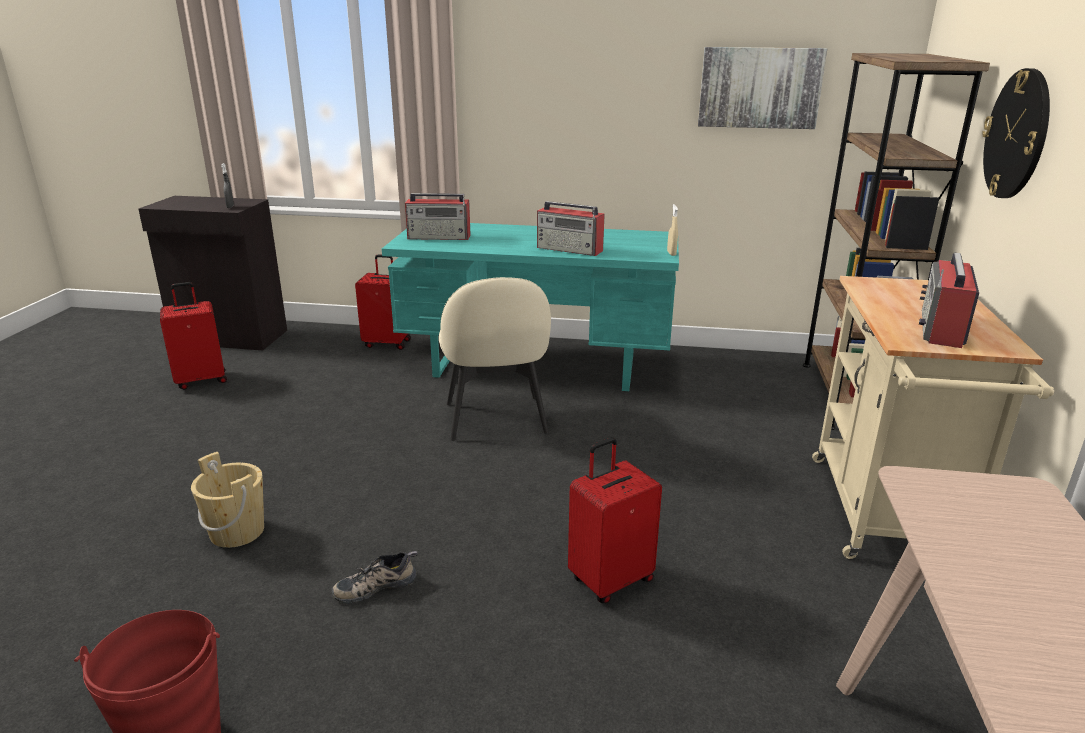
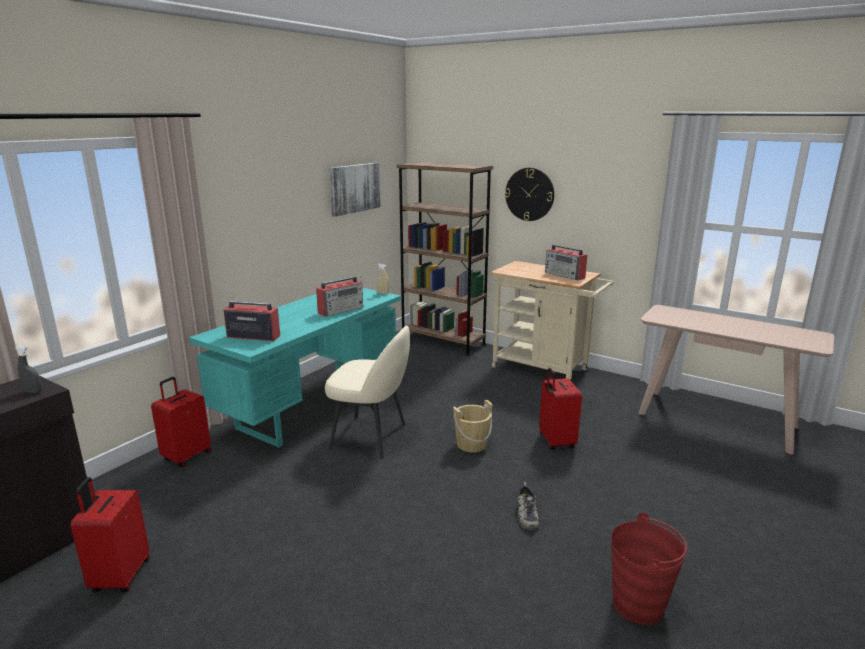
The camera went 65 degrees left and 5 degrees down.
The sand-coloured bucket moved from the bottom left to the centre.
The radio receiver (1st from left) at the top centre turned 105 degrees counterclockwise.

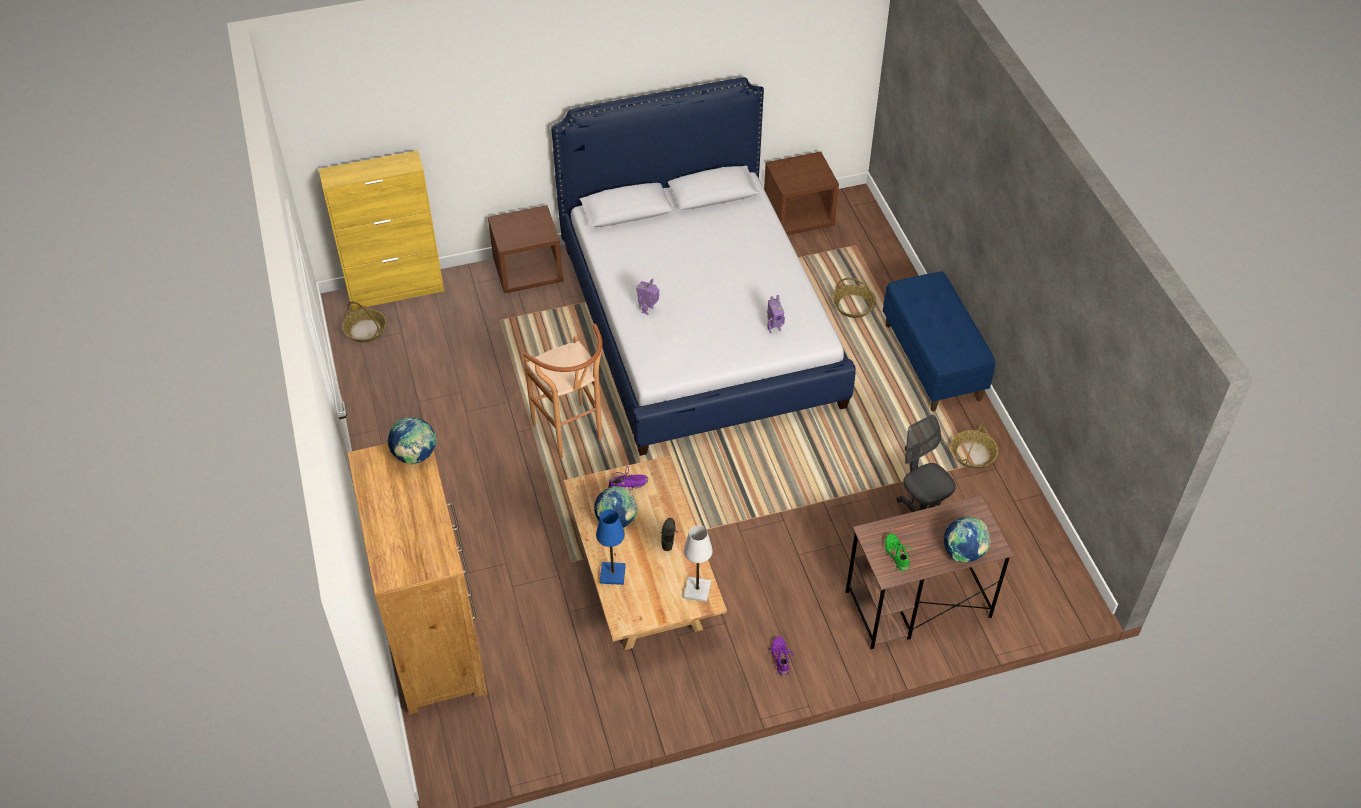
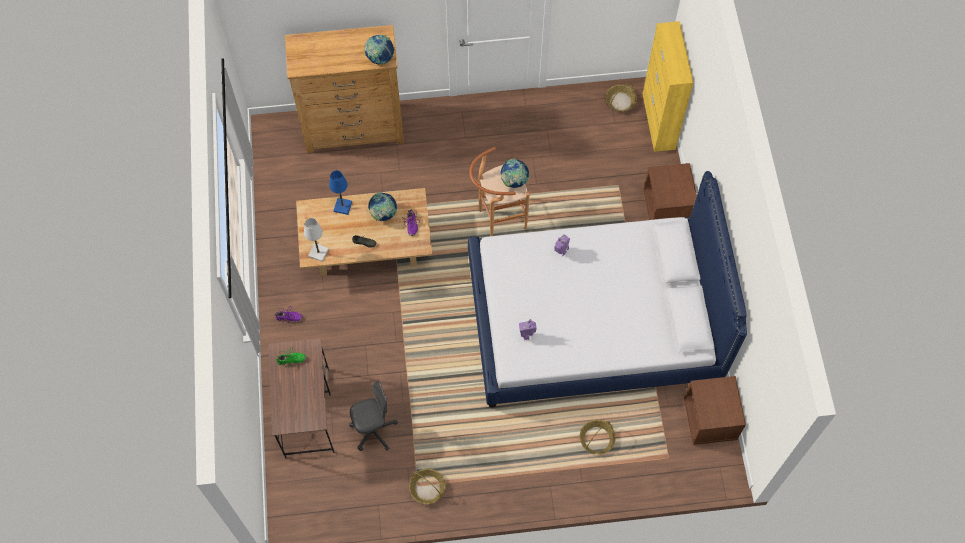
The camera went 100 degrees right and 15 degrees up.
The bluish bench at the middle right disappeared.
The world globe (3rd from left) moved from the bottom right to the top centre.

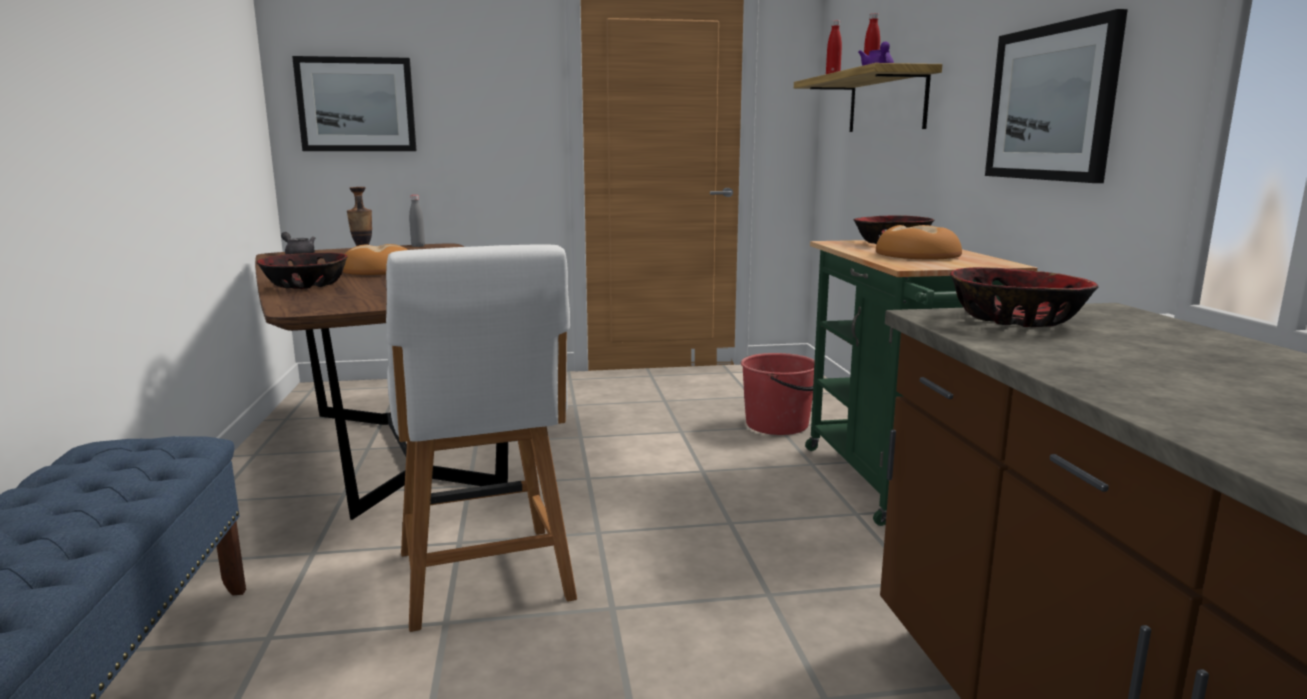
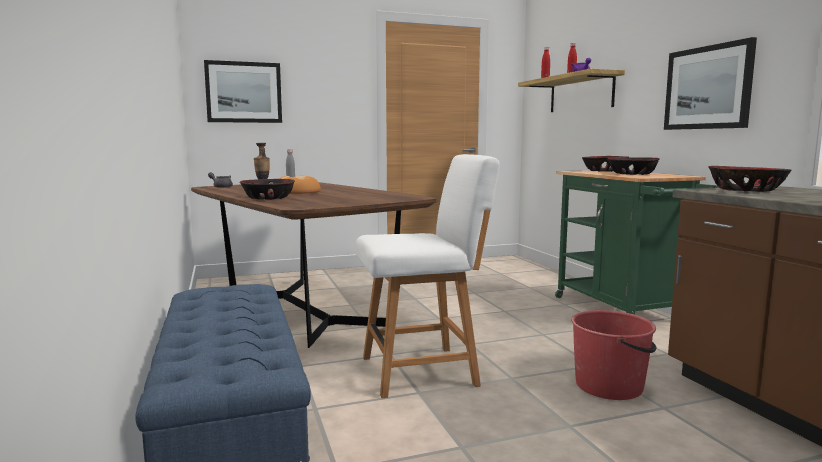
The camera went 10 degrees left and 5 degrees down.
The white-coloured chair at the centre turned 75 degrees counterclockwise.
The reddish bucket moved from the centre to the bottom right.
The bakery bread (2nd from left) at the middle right was replaced by the bowl (3rd from left) at the middle right.

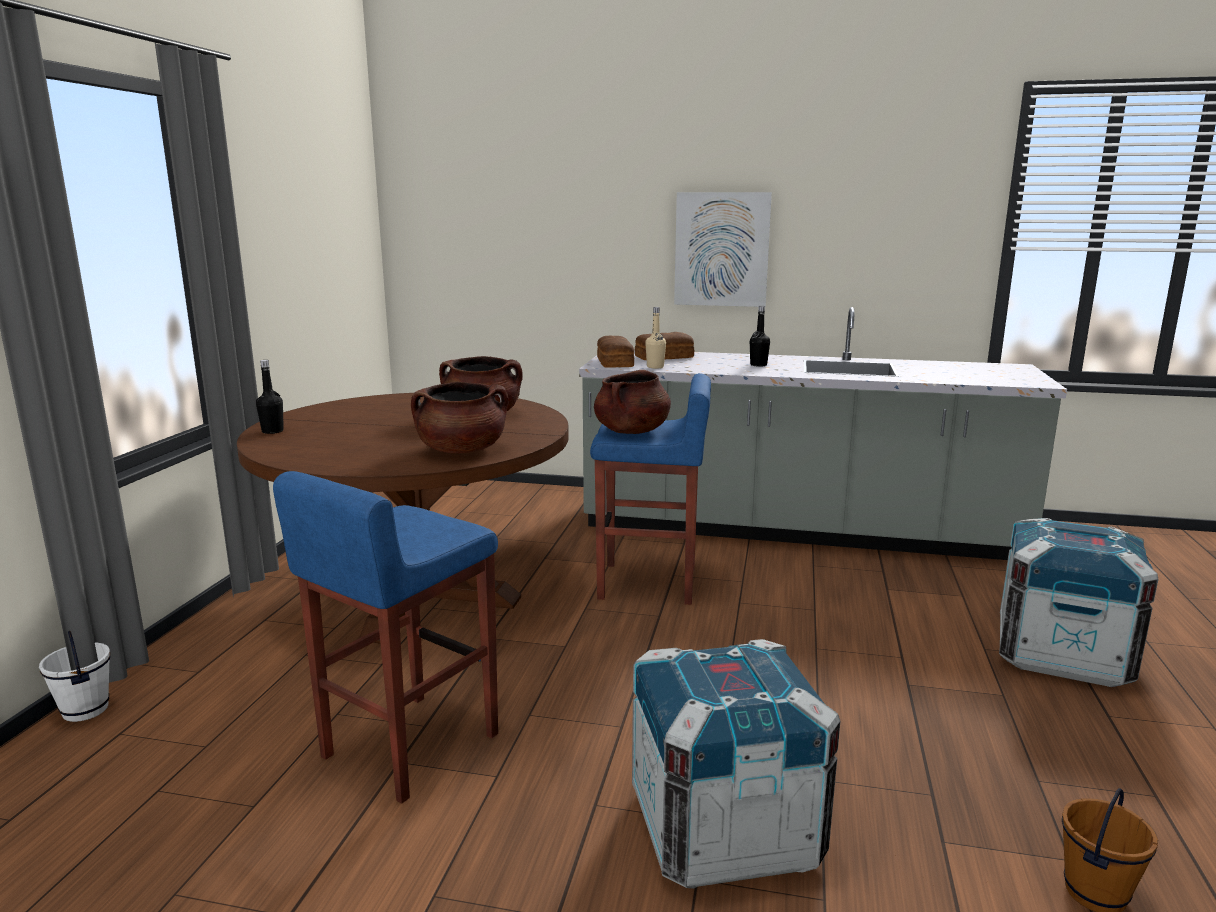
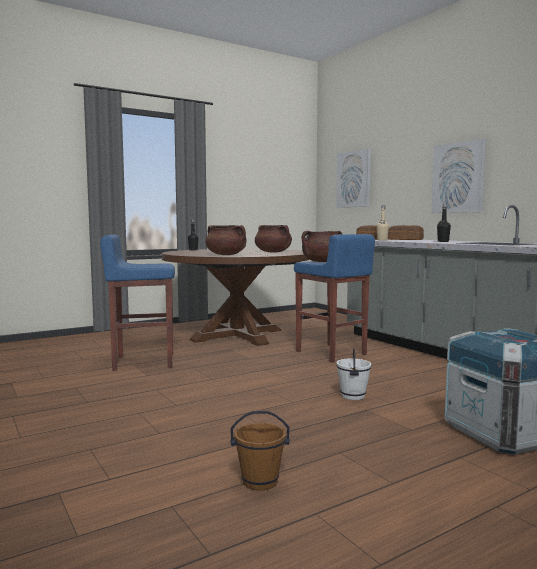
The camera went 45 degrees right and 10 degrees down.
The white-coloured bucket moved from the bottom left to the centre.
The packing crate (1st from left) at the bottom centre disappeared.
The wall picture (1st from left) at the top centre appeared.

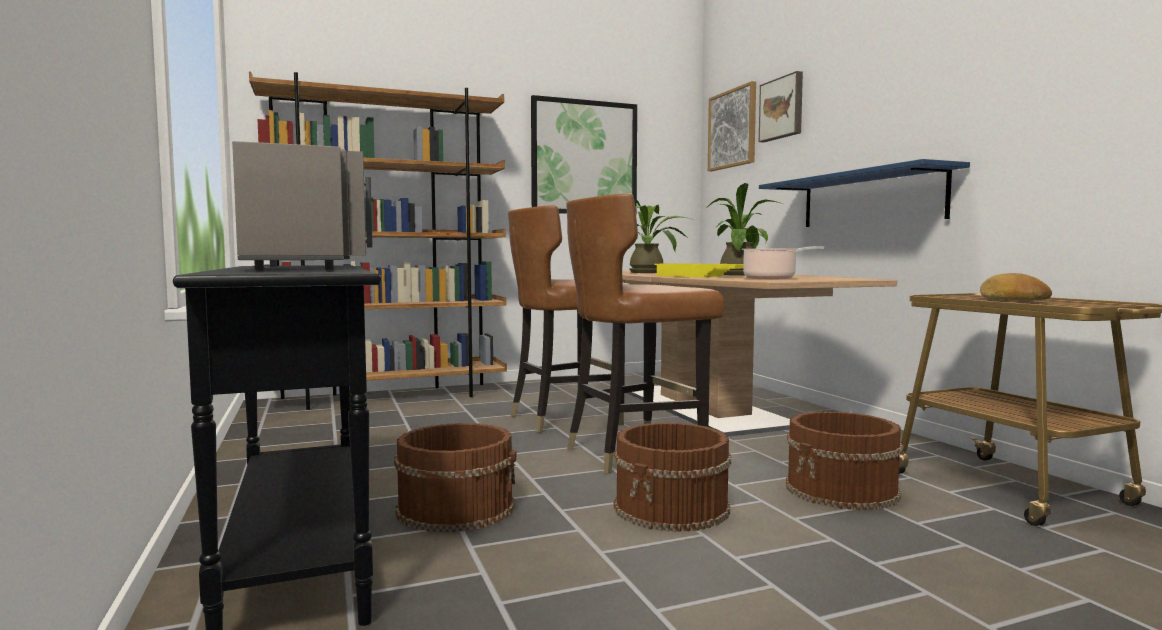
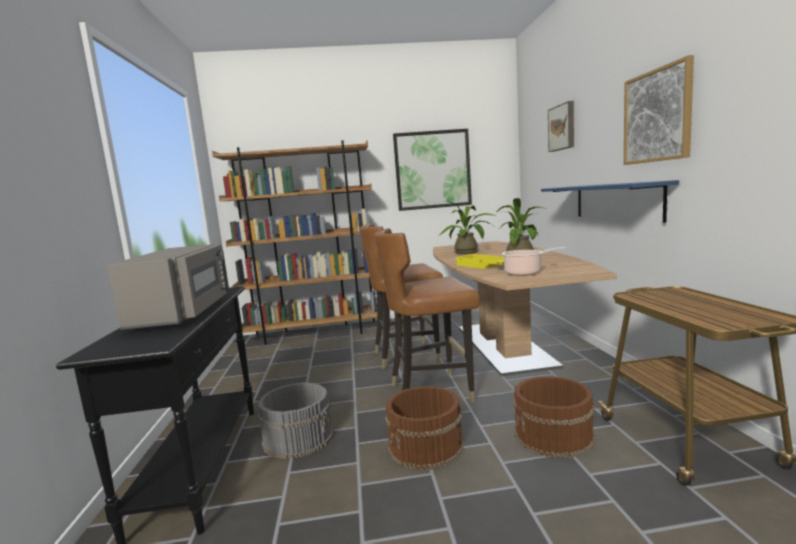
The camera went 15 degrees right and 5 degrees up.
The brown-coloured bucket (1st from left) at the bottom centre became the grey bucket at the bottom centre.
The wall picture (2nd from left in the first image) moved from the top centre to the top right.
The bakery bread at the middle right disappeared.

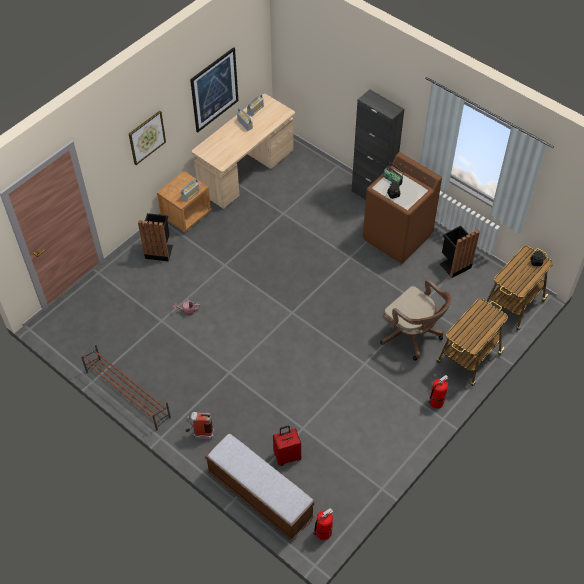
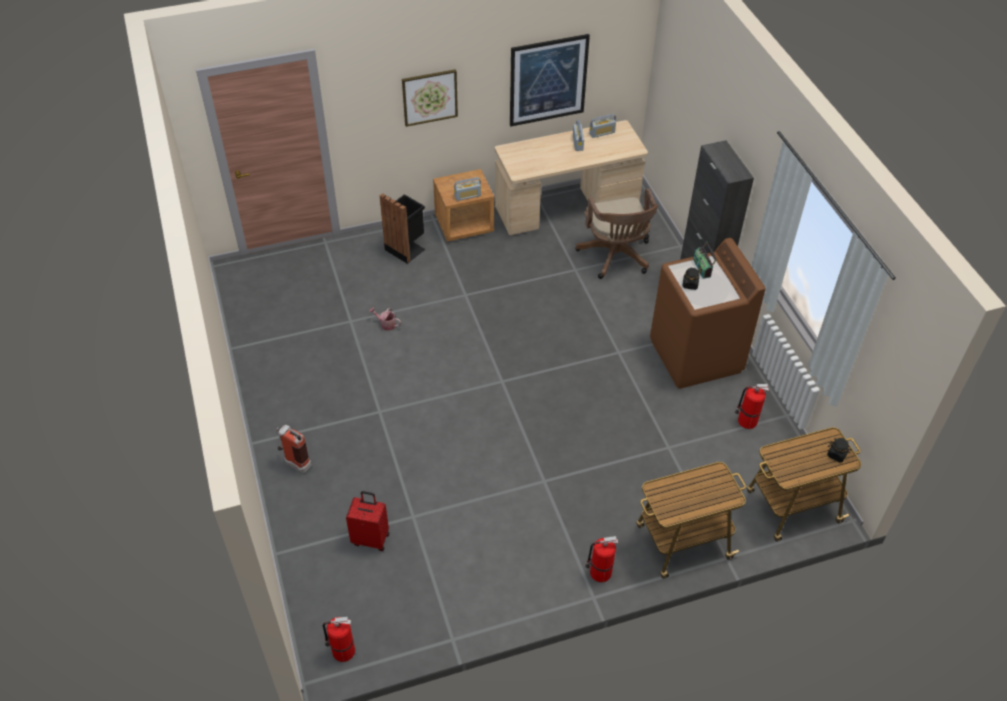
The camera went 30 degrees right and 5 degrees down.
The brown-coloured shoe stand at the middle left disappeared.
The bench at the bottom centre disappeared.
The brown-coloured desk chair moved from the middle right to the top centre.
The black-coloured waste bin (2nd from left) at the middle right was replaced by the extinguisher (4th from left) at the middle right.

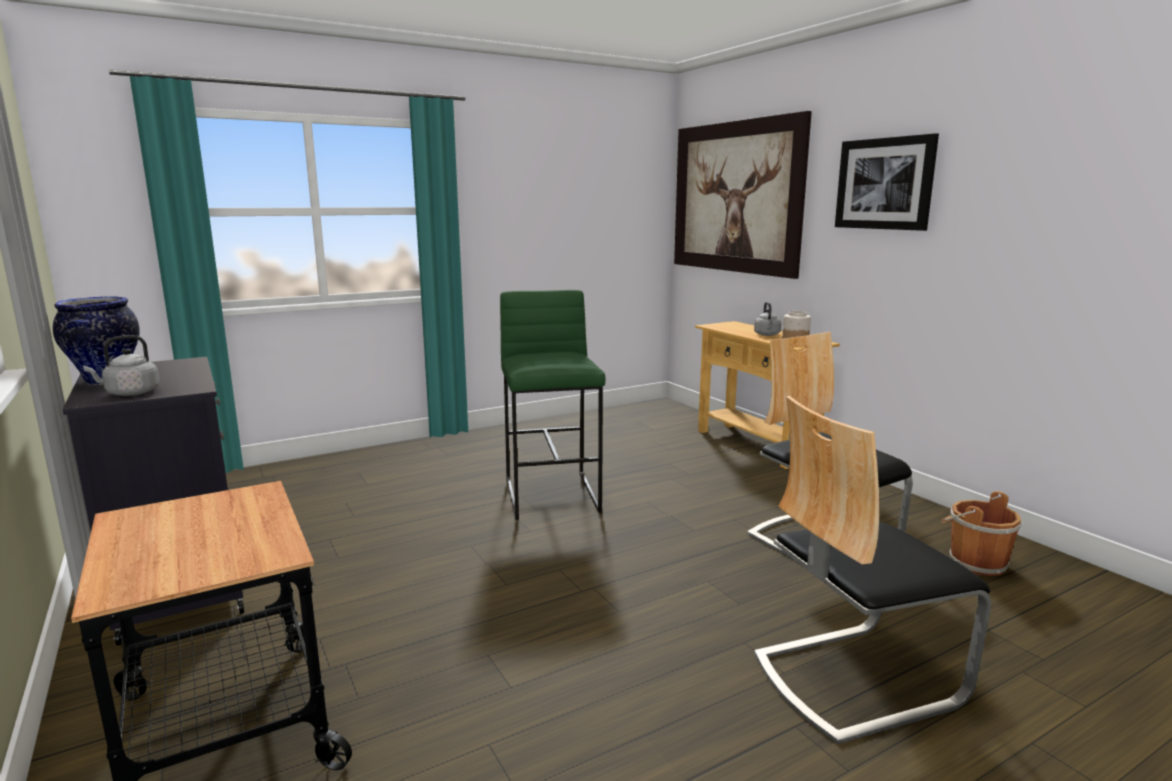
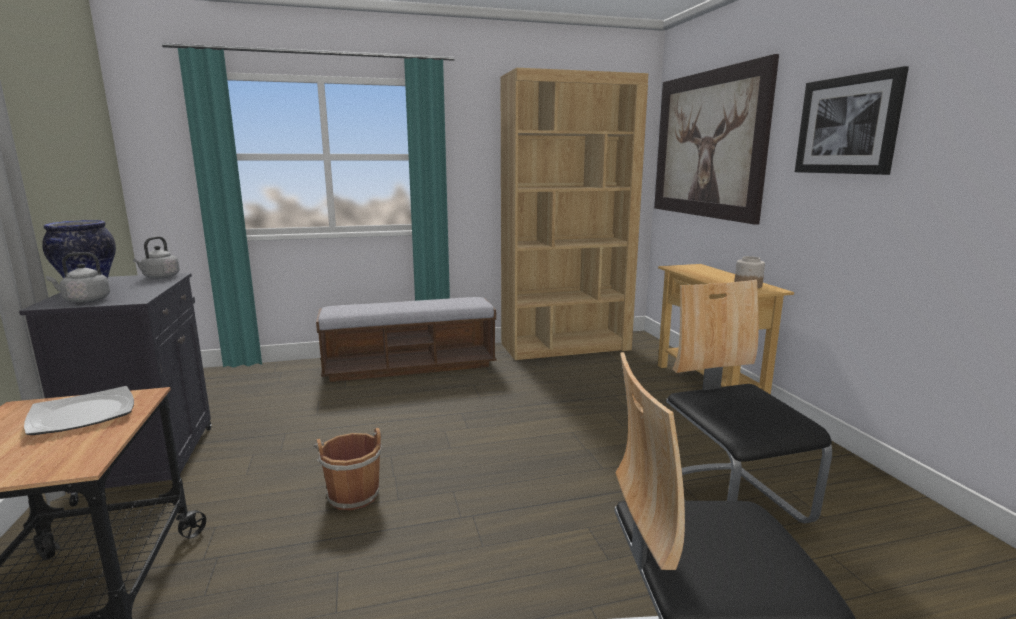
The camera went 15 degrees right and 0 degrees up.
The green-coloured sitting stool at the centre disappeared.
The grey tea kettle (2nd from left) moved from the centre to the middle left.
The brown-coloured bucket moved from the bottom right to the bottom centre.
The dinner plate at the middle left appeared.
The bench at the centre appeared.
The brown-coloured bookcase at the centre appeared.

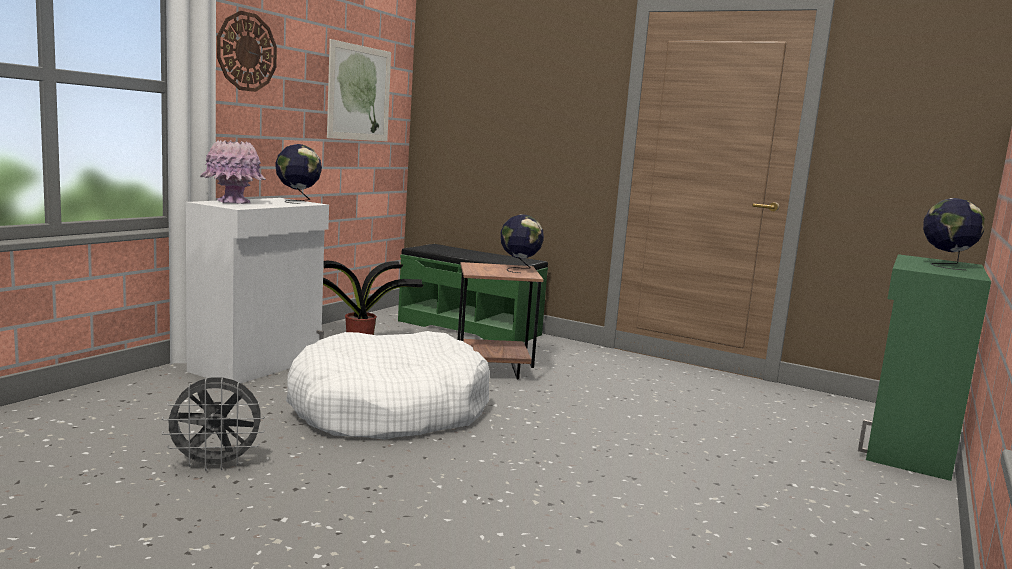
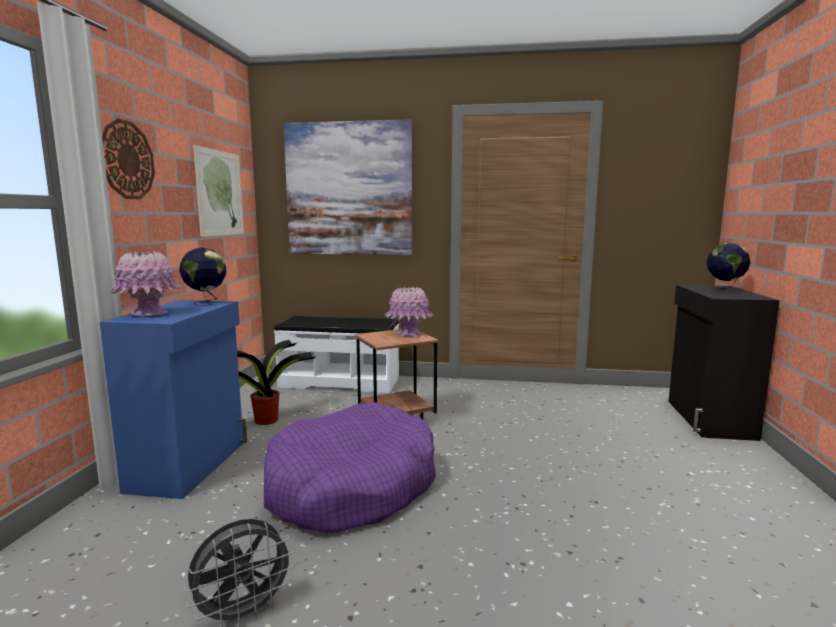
The camera went 20 degrees left and 0 degrees up.
The white-coloured storage cabinet at the middle left became the bluish storage cabinet at the middle left.
The white-coloured dog bed at the bottom centre became the purplish dog bed at the bottom centre.
The green-coloured bench at the centre became the white-coloured bench at the centre.
The world globe (2nd from left) at the centre was replaced by the pinkish decorative vase (2nd from left) at the centre.
The green-coloured storage cabinet at the middle right became the black-coloured storage cabinet at the middle right.
The wall picture (2nd from left) at the top centre appeared.

